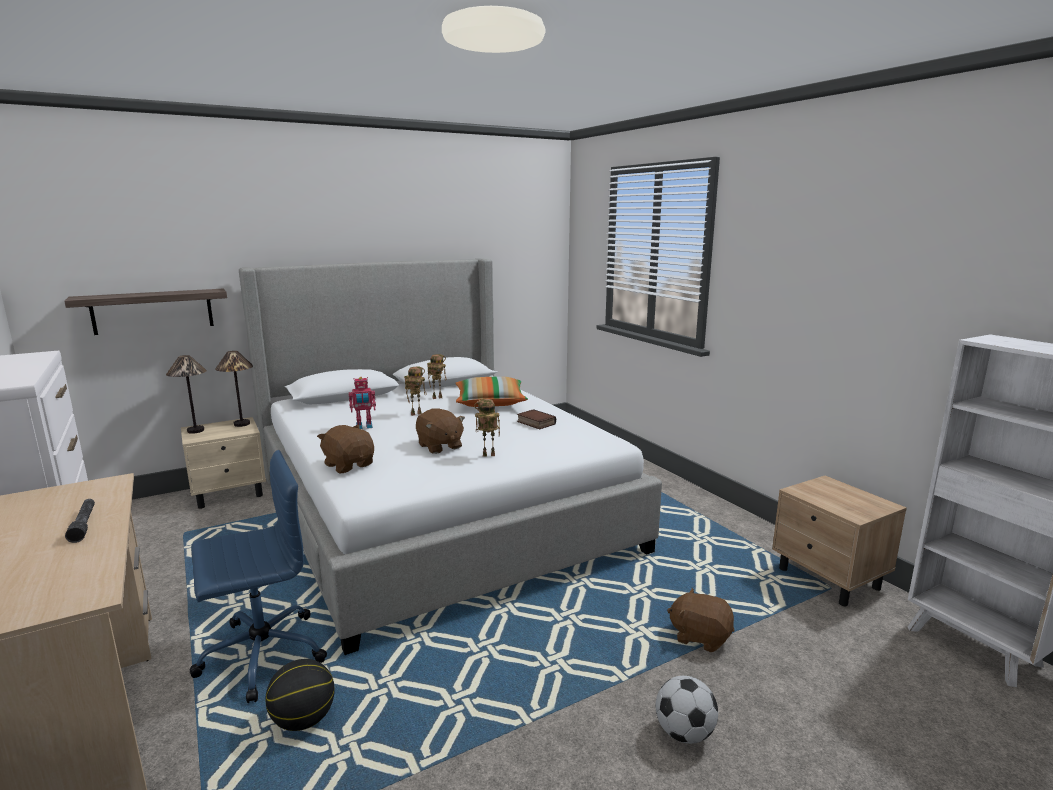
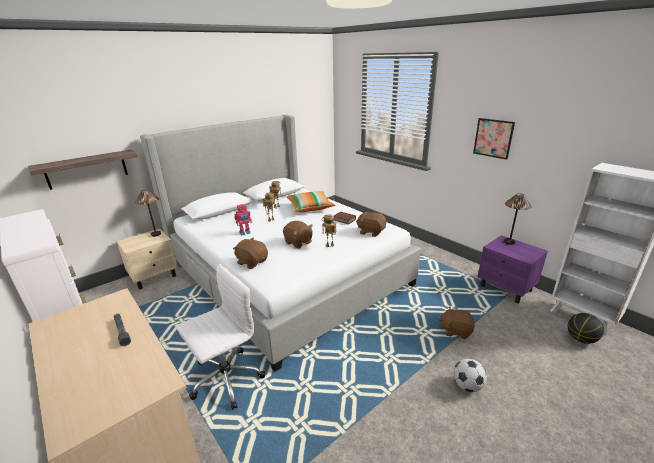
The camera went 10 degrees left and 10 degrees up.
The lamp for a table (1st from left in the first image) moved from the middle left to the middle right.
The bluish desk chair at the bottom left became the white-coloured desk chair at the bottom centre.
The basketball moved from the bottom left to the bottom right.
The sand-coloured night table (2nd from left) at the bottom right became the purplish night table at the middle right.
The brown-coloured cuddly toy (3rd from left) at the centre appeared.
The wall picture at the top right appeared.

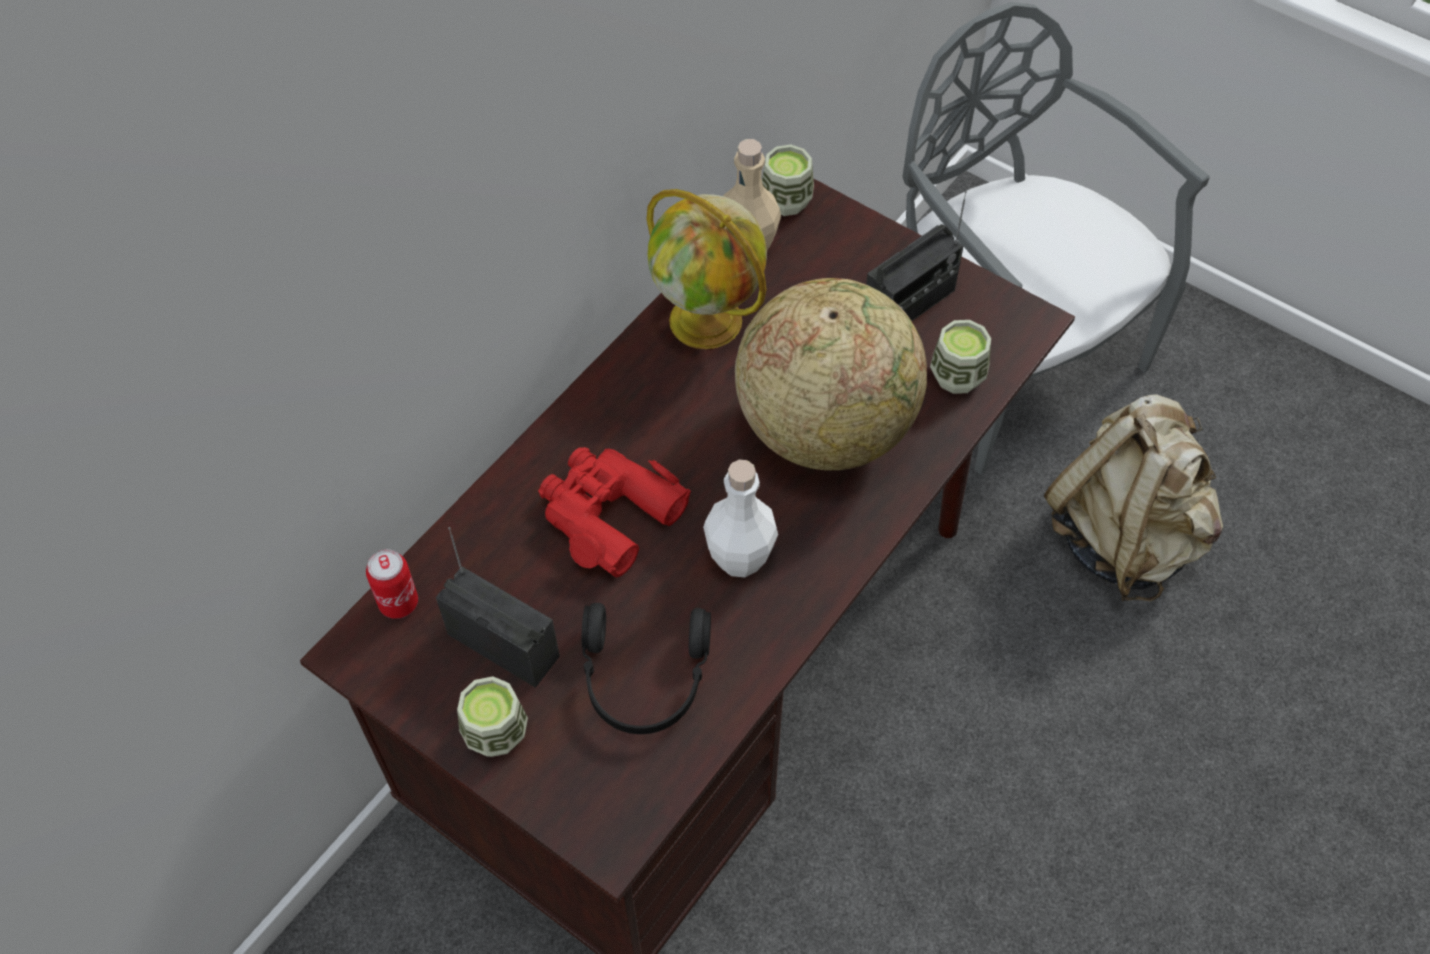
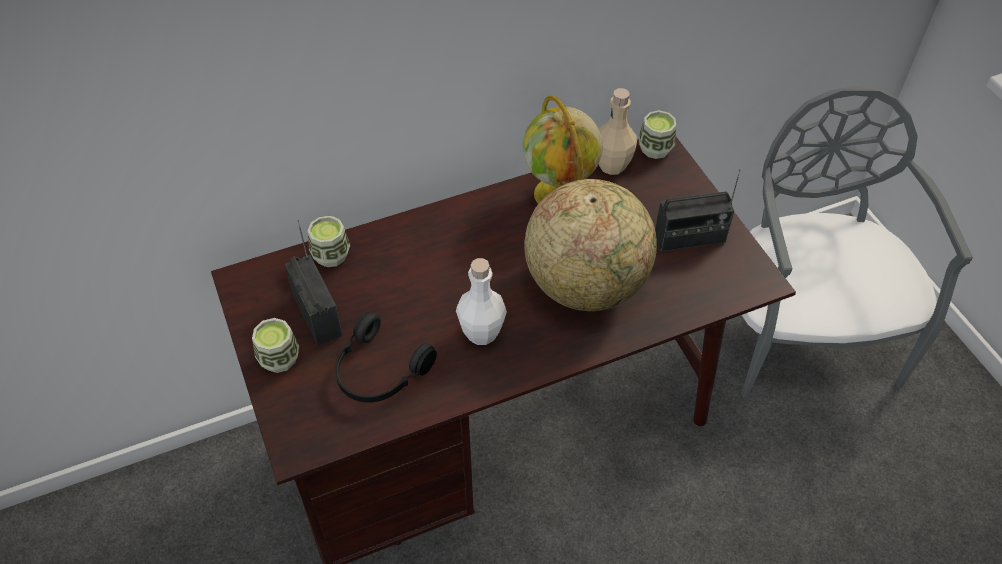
The camera went 30 degrees right and 5 degrees down.
The sealed can at the middle left disappeared.
The reddish pair of binoculars at the centre disappeared.
The drinking cup (3rd from left in the first image) moved from the middle right to the middle left.
The sand-coloured backpack at the middle right disappeared.

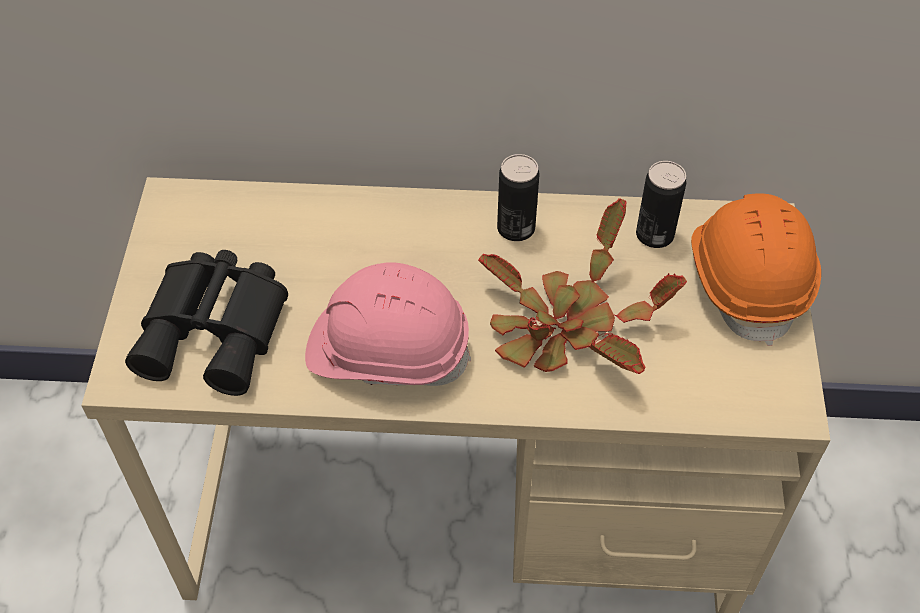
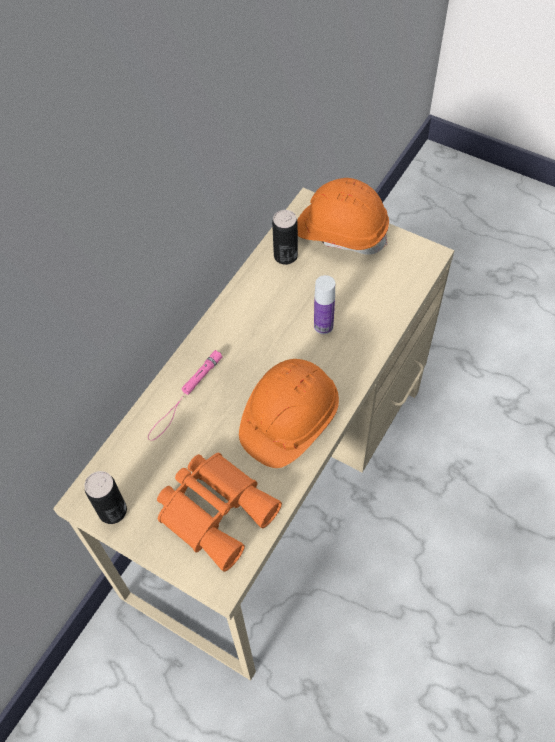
The camera went 60 degrees left and 5 degrees up.
The black-coloured pair of binoculars at the middle left became the orange pair of binoculars at the bottom centre.
The pinkish hard hat at the centre became the orange hard hat (1st from left) at the centre.
The houseplant at the centre was replaced by the bottle at the centre.
The sealed can (1st from left) moved from the top centre to the bottom left.
The pinkish torch at the centre appeared.

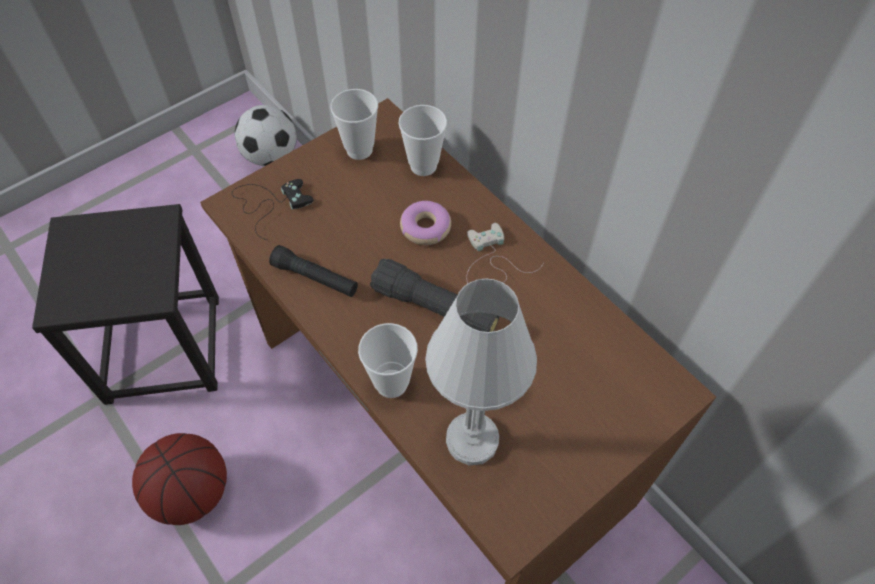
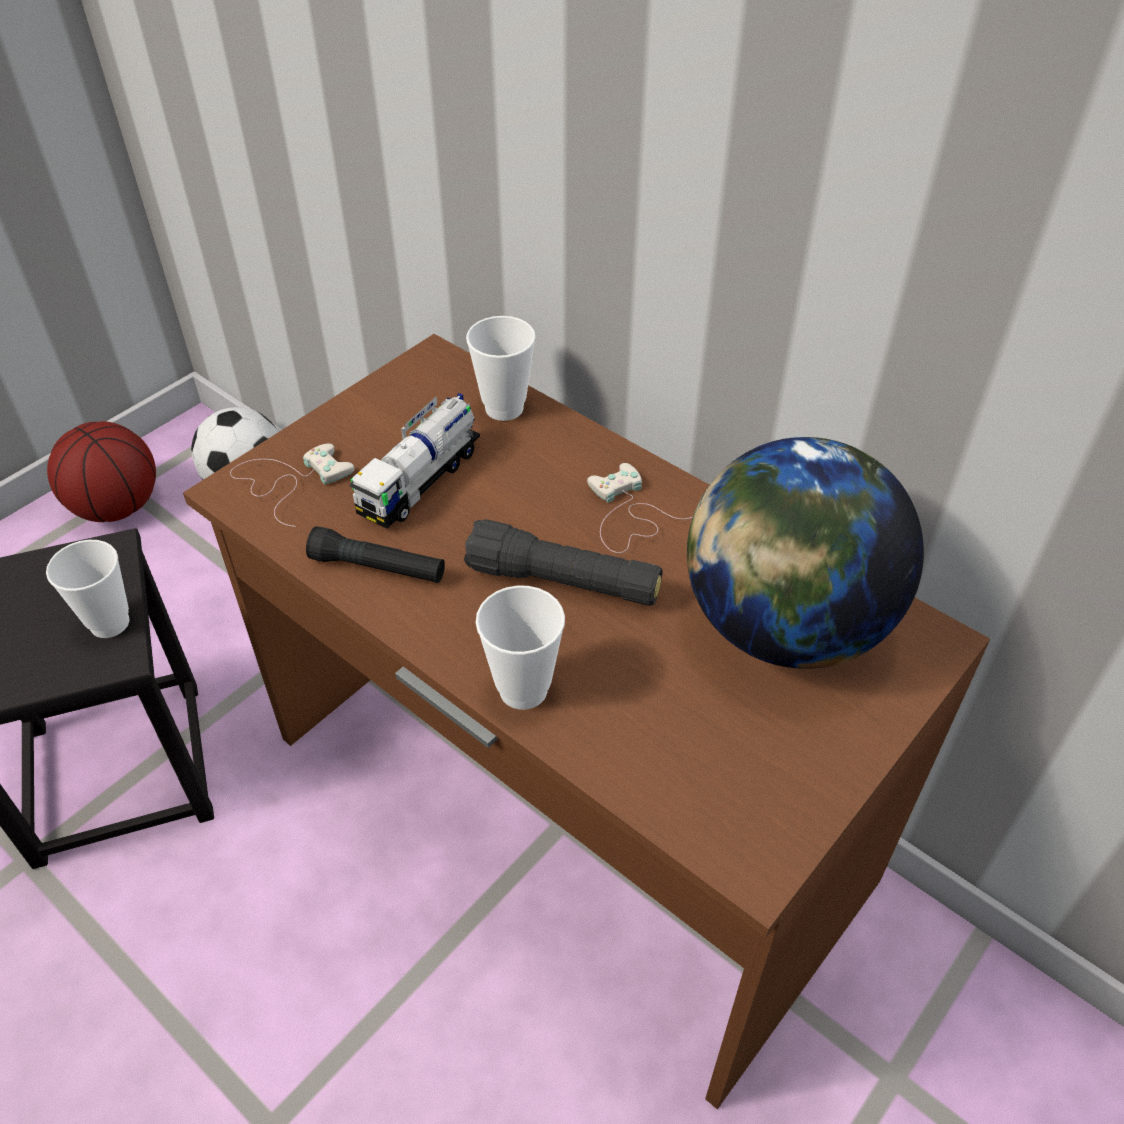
The camera went 10 degrees left and 10 degrees down.
The basketball moved from the bottom left to the middle left.
The black-coloured joypad at the middle left became the white-coloured joypad (1st from left) at the middle left.
The drinking cup (1st from left) moved from the top centre to the middle left.
The doughnut at the centre disappeared.
The white-coloured lamp for a table at the centre disappeared.
The model truck at the centre appeared.
The world globe at the middle right appeared.

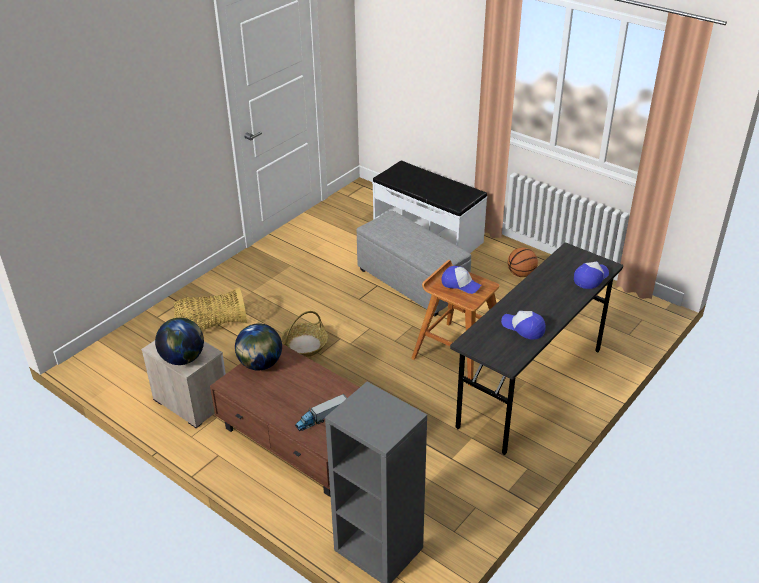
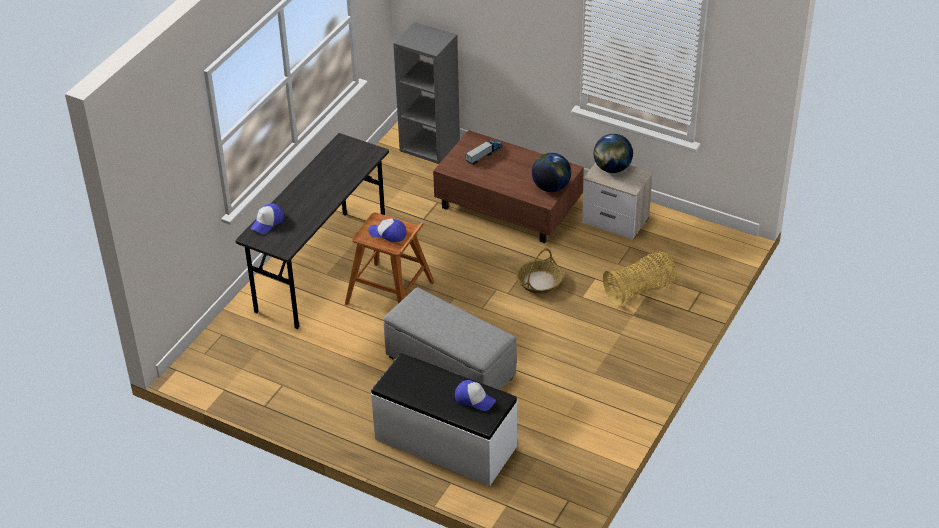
The camera went 170 degrees right and 5 degrees up.
The baseball cap (2nd from left in the first image) moved from the middle right to the bottom centre.
The basketball at the middle right disappeared.

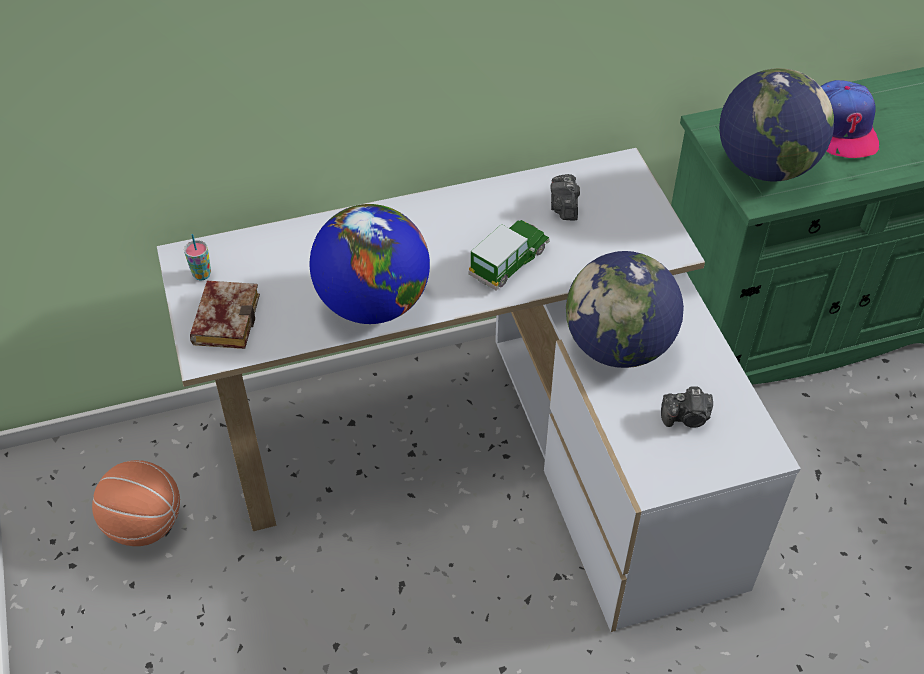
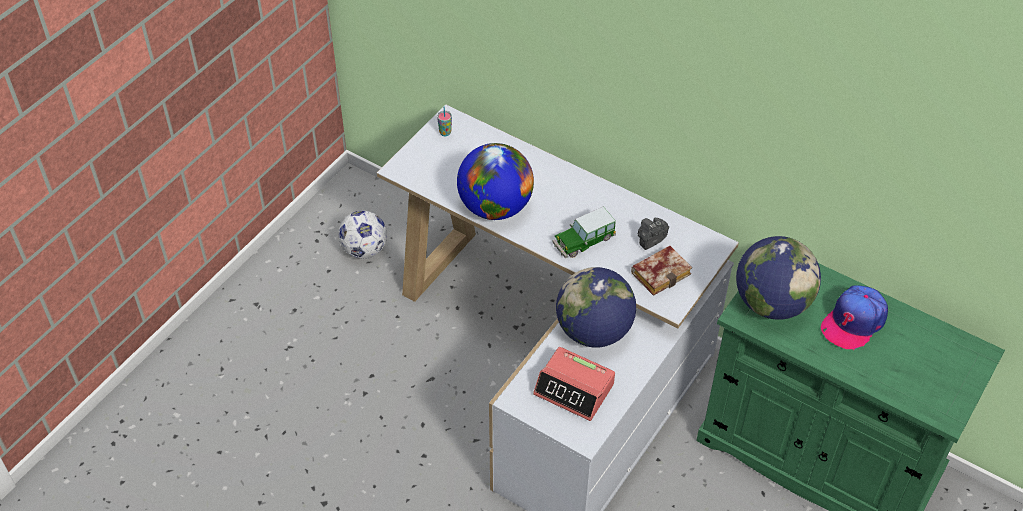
The camera went 50 degrees right and 0 degrees up.
The basketball at the bottom left was replaced by the football ball at the centre.
The book moved from the middle left to the centre.
The miniature car at the centre turned 150 degrees clockwise.
The still camera (2nd from left) at the middle right was replaced by the alarm clock at the bottom centre.

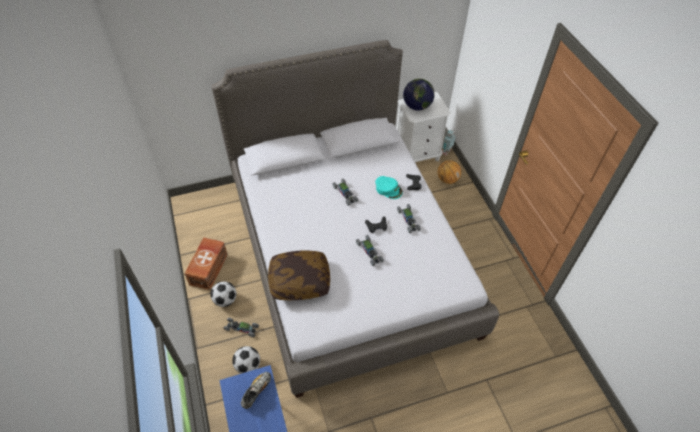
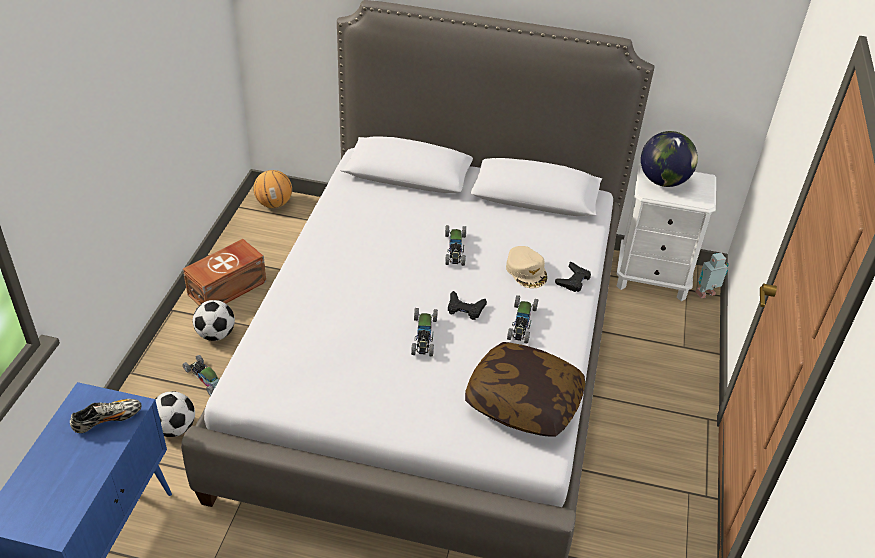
The camera went 30 degrees right and 10 degrees down.
The throw pillow moved from the centre to the bottom centre.
The turquoise baseball cap at the centre became the sand-coloured baseball cap at the centre.
The basketball moved from the centre to the middle left.

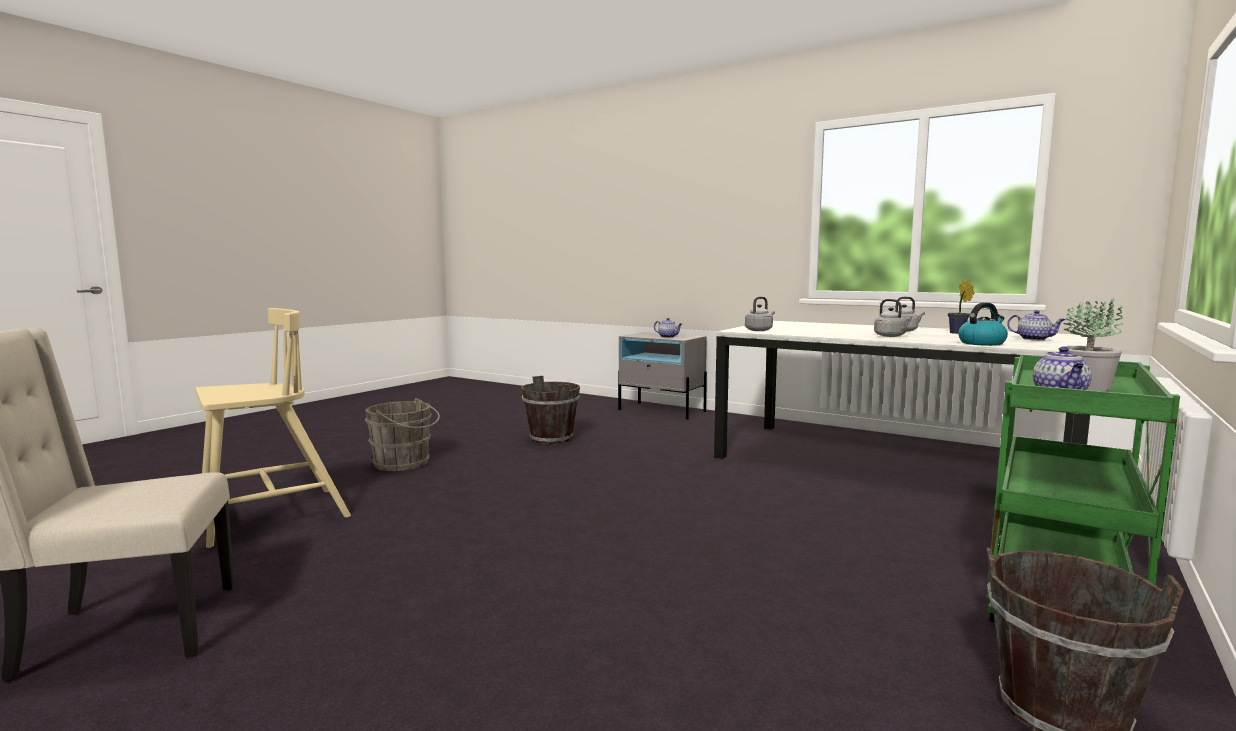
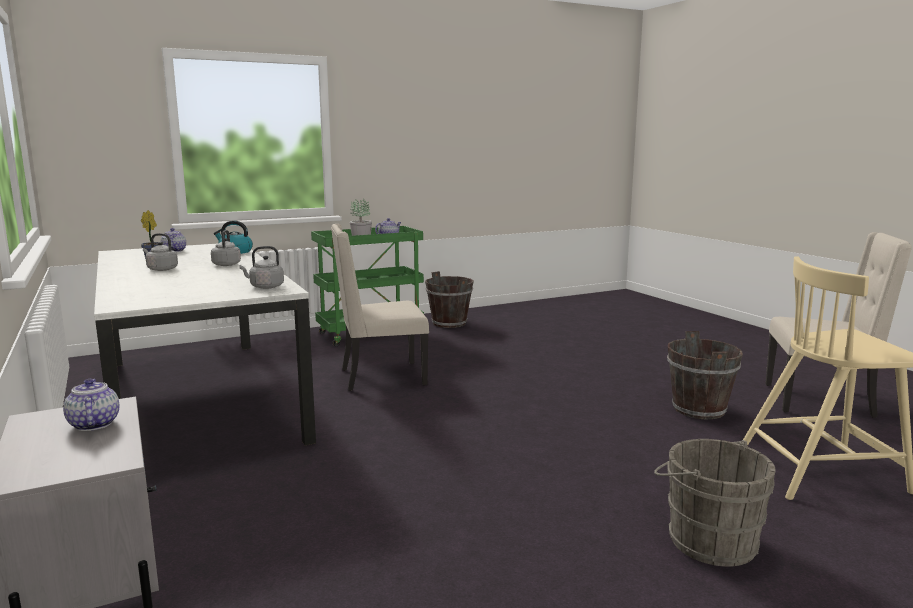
The camera went 150 degrees left and 5 degrees up.
The brown-coloured bucket (1st from left in the first image) moved from the centre to the middle right.
The sand-coloured chair (1st from left) at the centre appeared.

